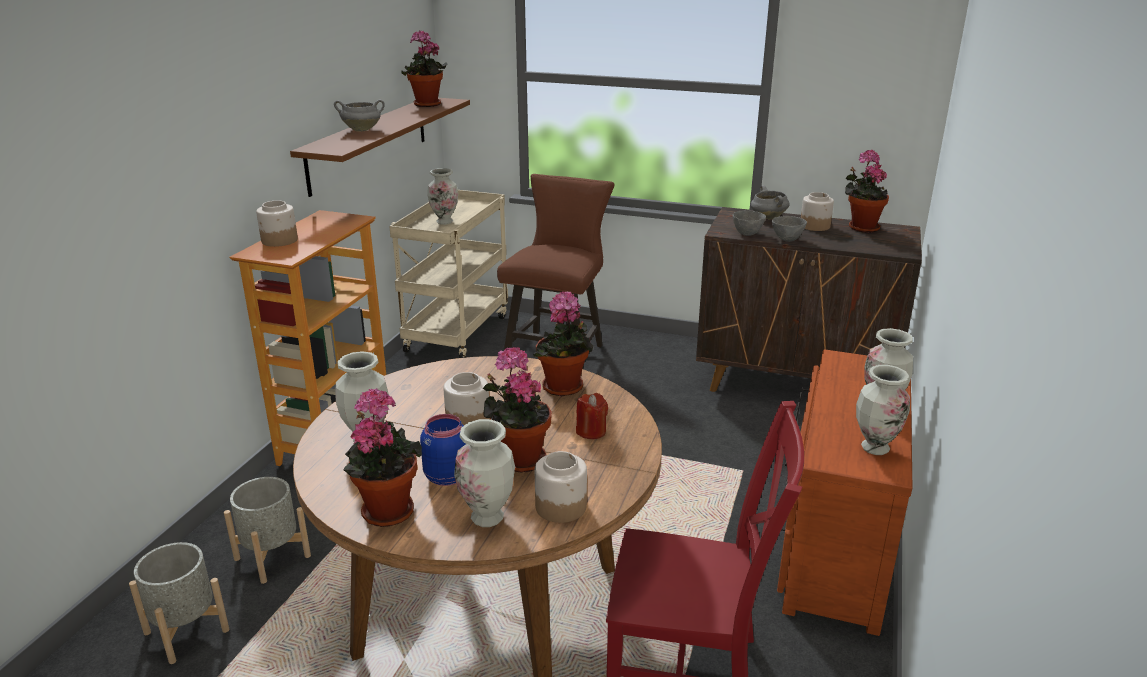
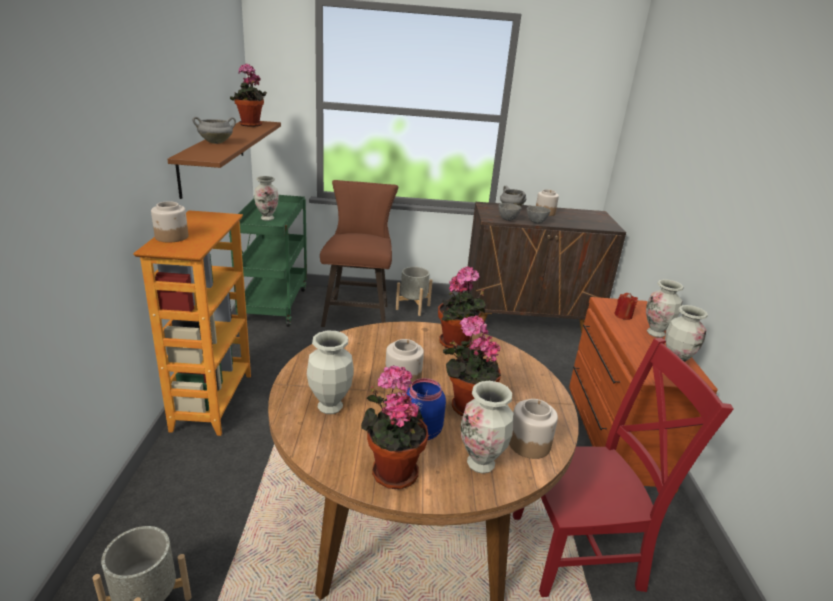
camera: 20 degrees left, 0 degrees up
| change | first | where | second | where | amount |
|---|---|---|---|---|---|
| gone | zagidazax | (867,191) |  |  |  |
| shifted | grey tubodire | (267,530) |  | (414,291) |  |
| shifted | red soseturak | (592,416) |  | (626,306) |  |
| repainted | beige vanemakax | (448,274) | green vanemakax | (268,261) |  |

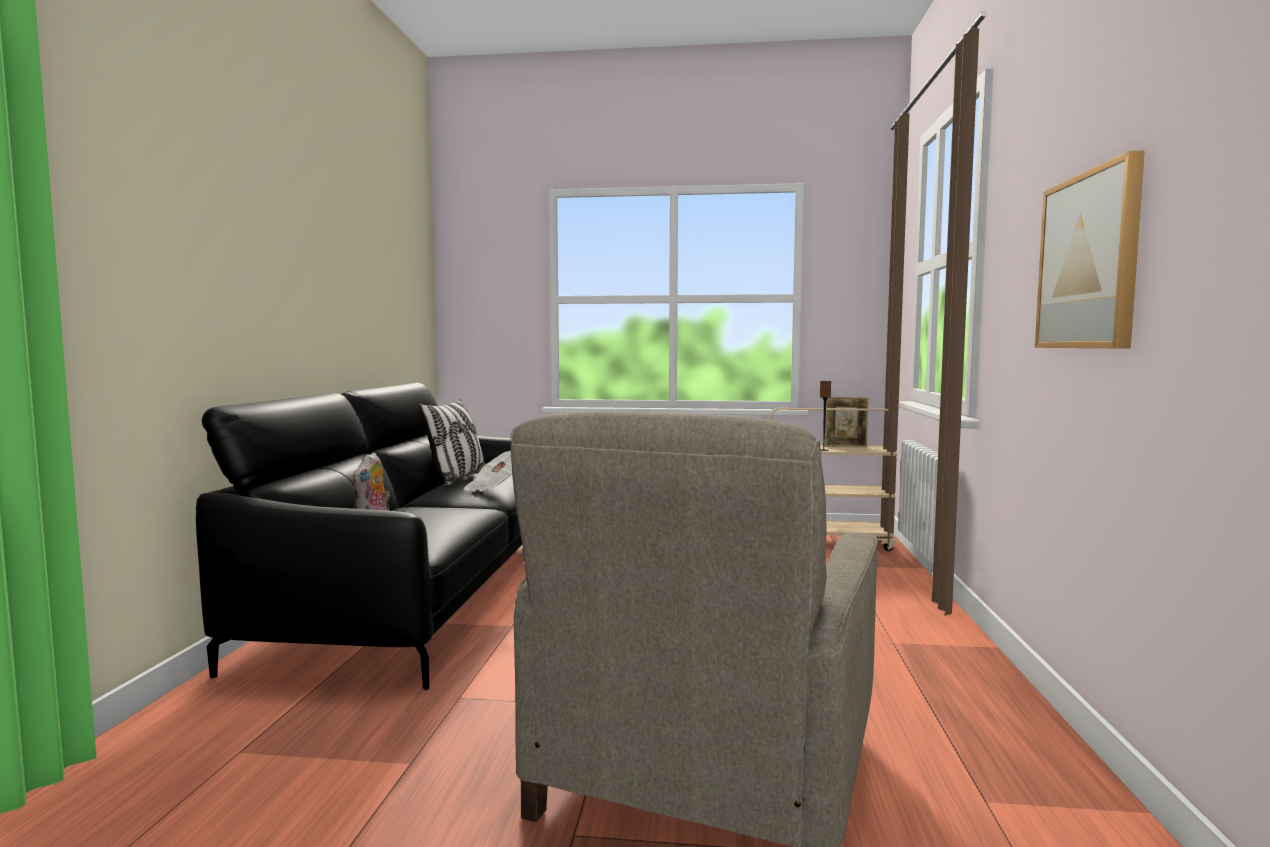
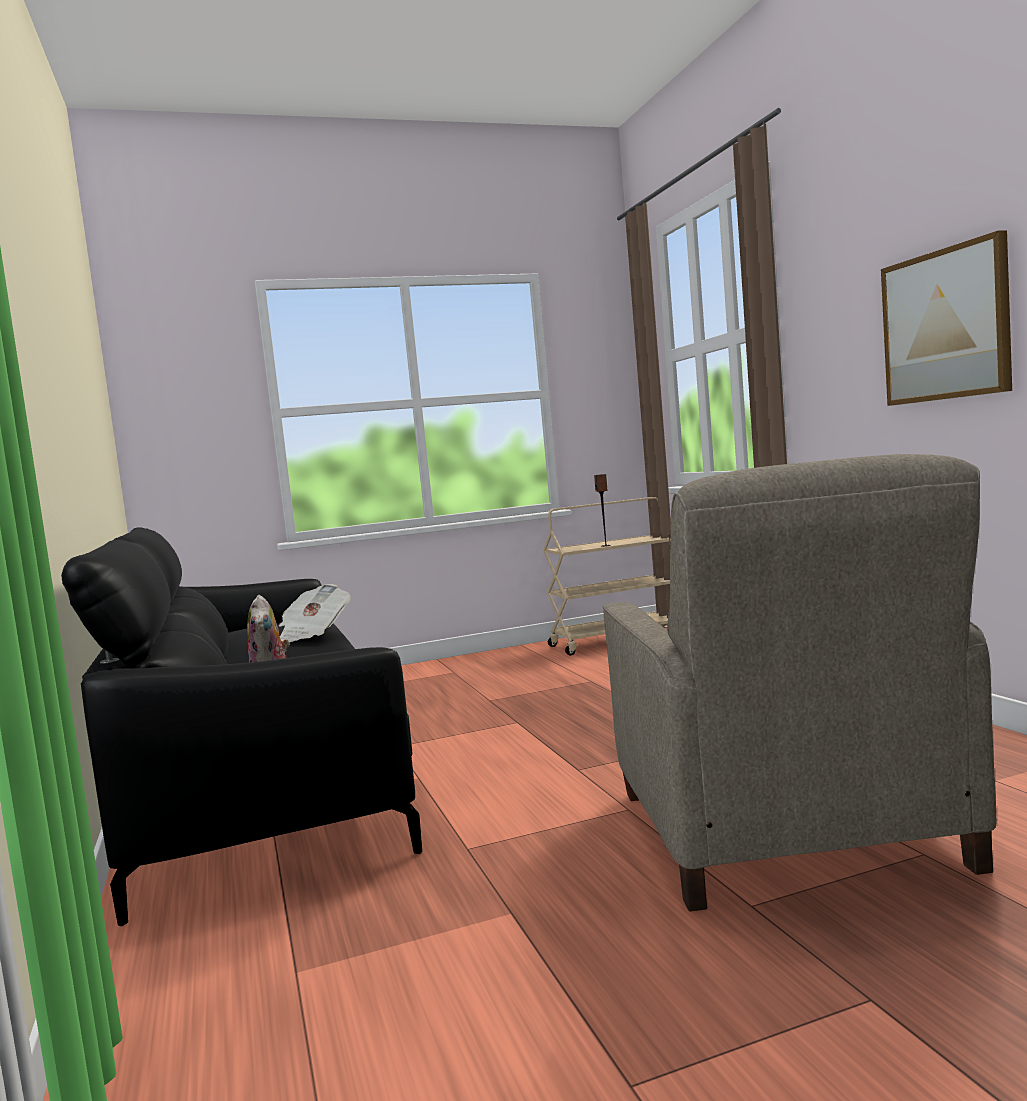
camera: 25 degrees left, 0 degrees up
| change | first | where | second | where | amount |
|---|---|---|---|---|---|
| gone | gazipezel | (452,443) |  |  |  |
| gone | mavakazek | (847,422) |  |  |  |

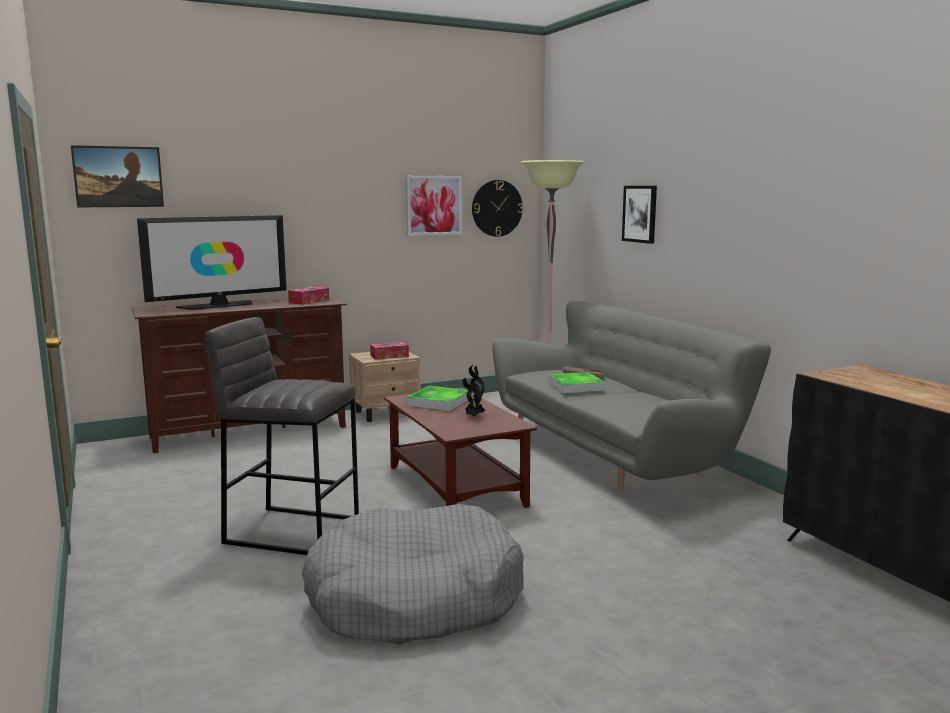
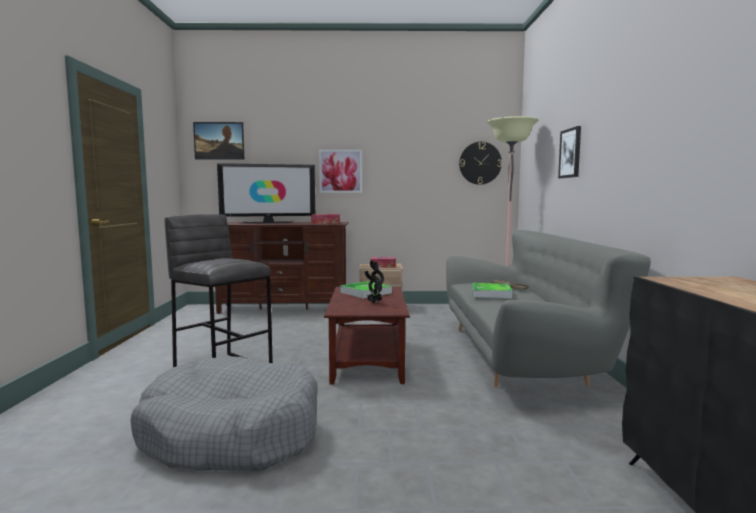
camera: 25 degrees right, 5 degrees down
| change | first | where | second | where | amount |
|---|---|---|---|---|---|
| shifted | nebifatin | (434,206) |  | (340,171) |  |

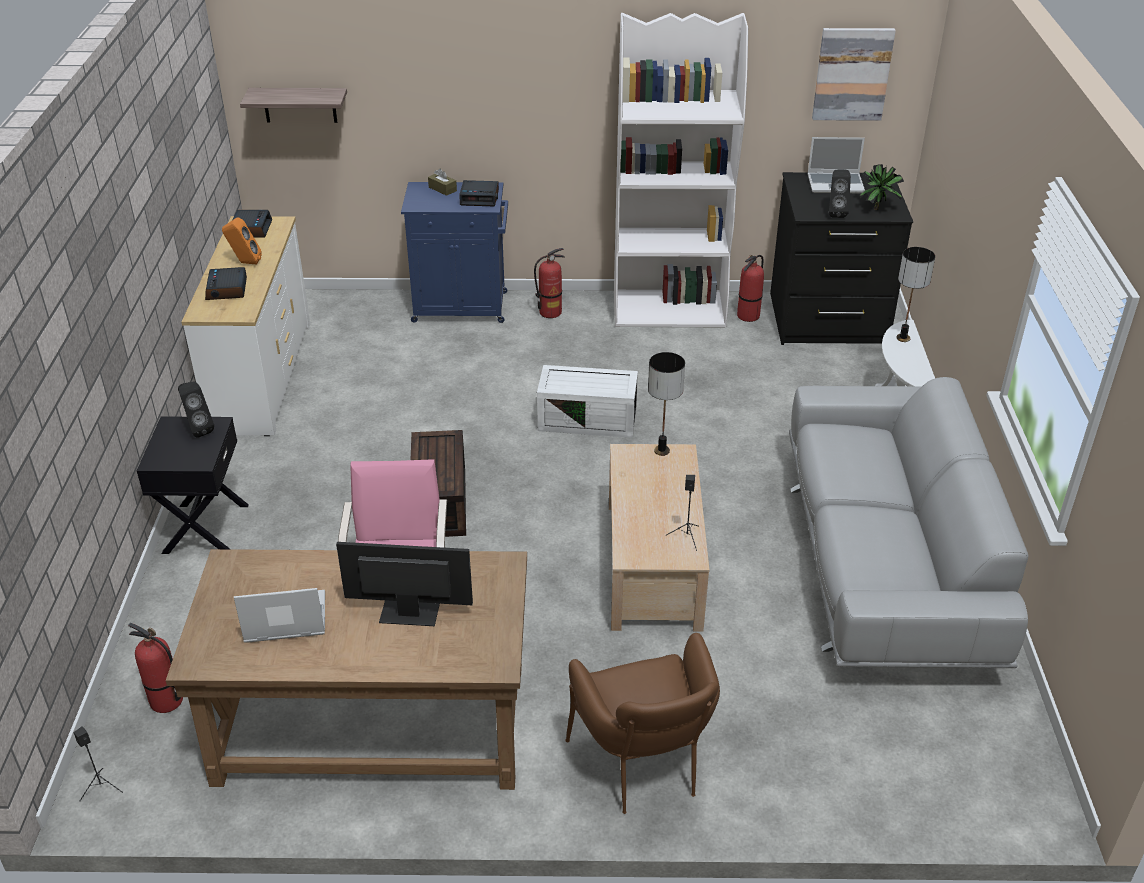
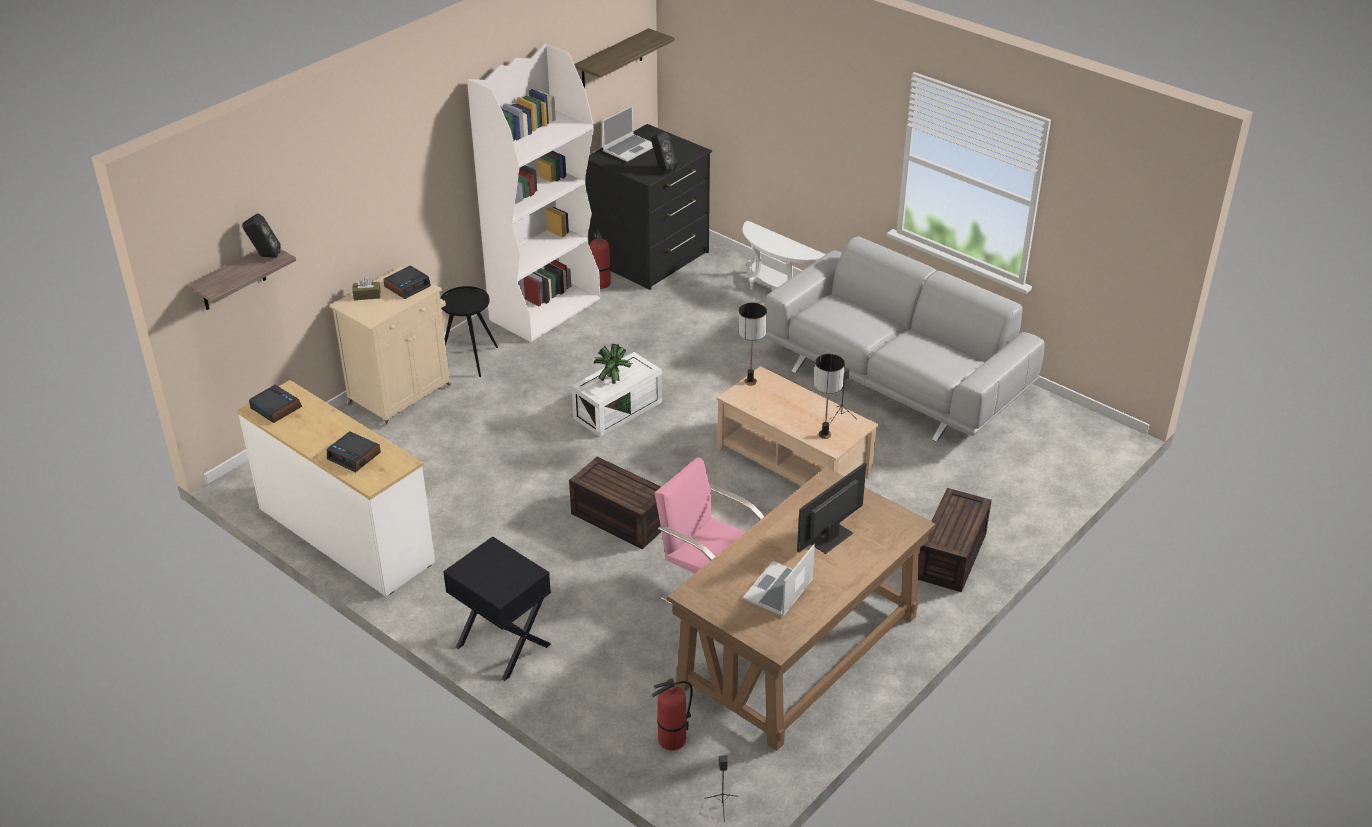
camera: 50 degrees left, 0 degrees up
| change | first | where | second | where | amount |
|---|---|---|---|---|---|
| gone | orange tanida | (242,240) |  |  |  |
| shifted | black tanida | (196,409) |  | (261,236) |  |
| shifted | zagidazax | (881,187) |  | (612,364) |  |
| shifted | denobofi | (915,294) |  | (829,396) |  |
| swapped | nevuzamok | (549,283) | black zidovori | (469,331) |  |
| swapped | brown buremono | (643,723) | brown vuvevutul | (955,540) |  |
| swapped | nebifatin | (854,74) | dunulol | (624,58) |  |
| repainted | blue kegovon | (454,252) | beige kegovon | (390,347) |  |

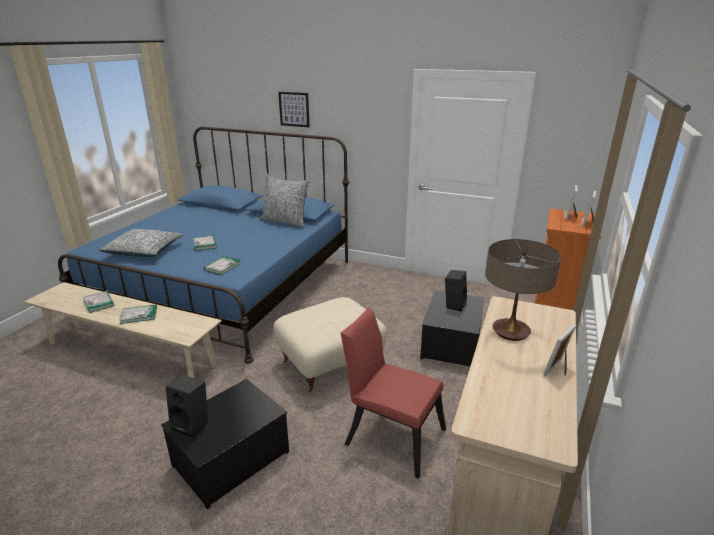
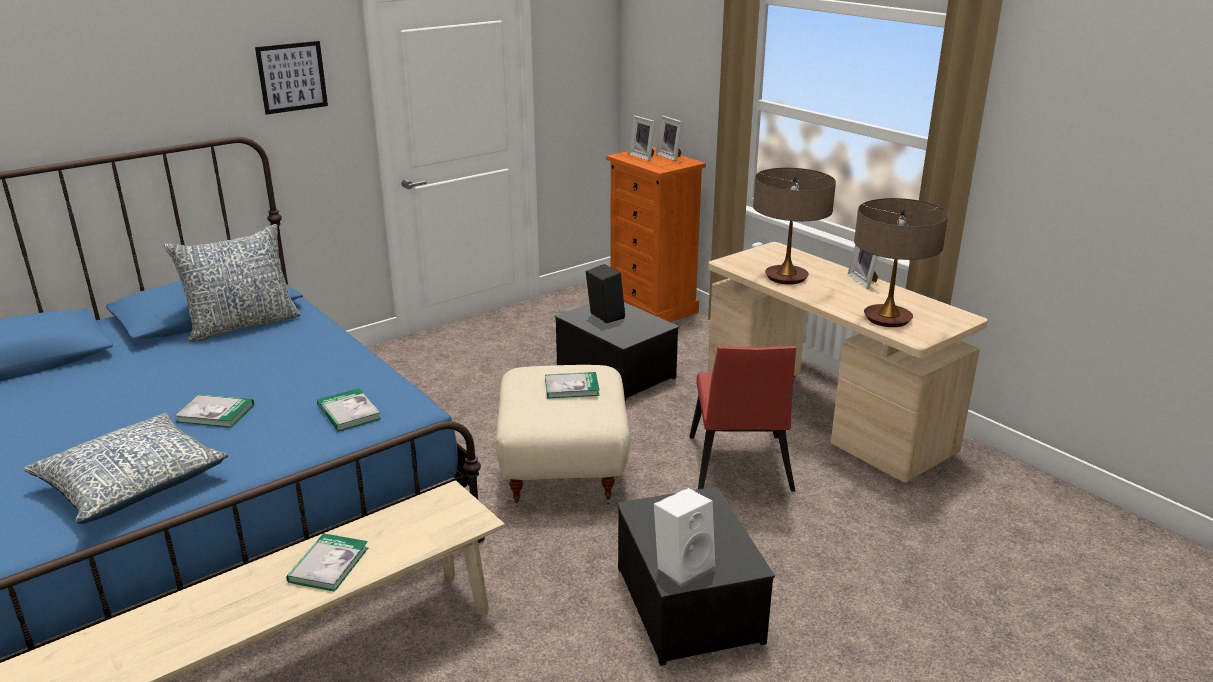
camera: 60 degrees left, 0 degrees up
| change | first | where | second | where | amount |
|---|---|---|---|---|---|
| new |  |  | denobofi | (901,262) |  |
| shifted | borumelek | (98,302) |  | (572,385) |  |
| shifted | nebifatin | (294,109) |  | (291,78) |  |
| repainted | black tanida | (187,406) | white tanida | (684,537) |  |
| rotated | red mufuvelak | (393,393) |  | (743,419) | 60 degrees counterclockwise |

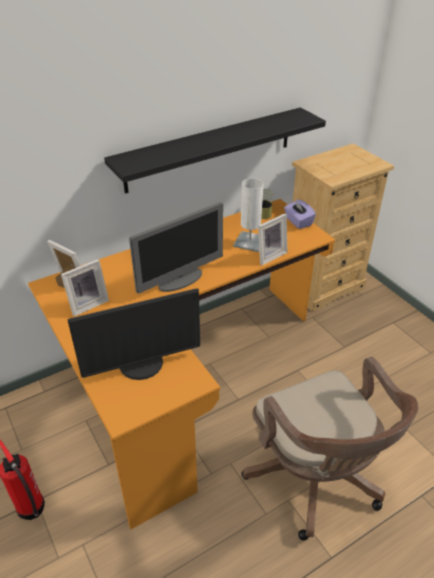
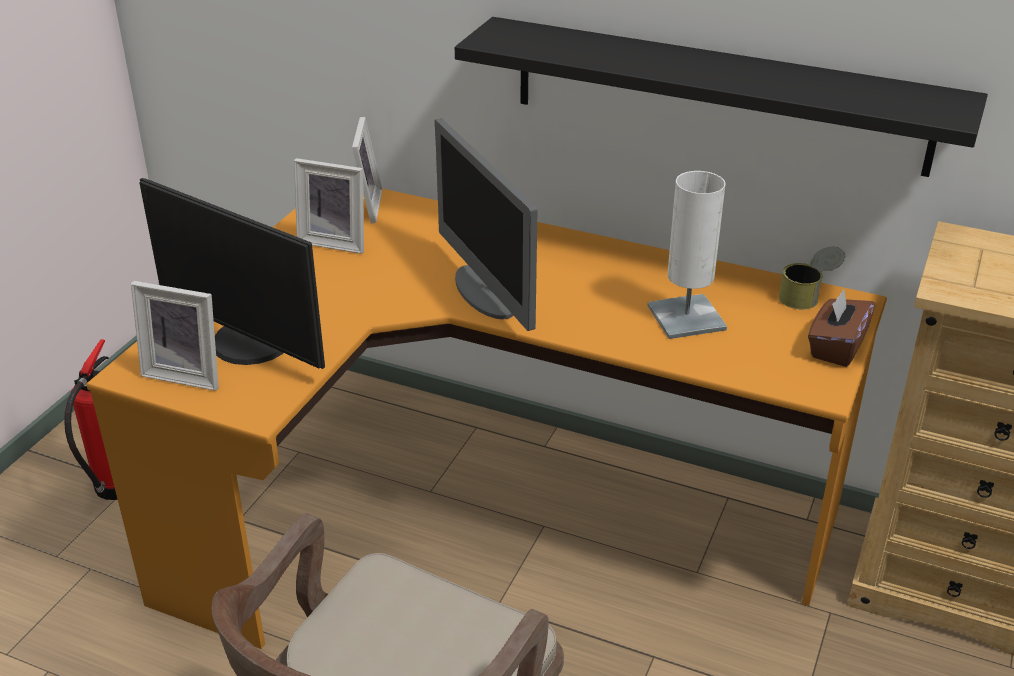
camera: 55 degrees right, 5 degrees down
| change | first | where | second | where | amount |
|---|---|---|---|---|---|
| shifted | mavakazek | (273,239) |  | (175,336) |  |
| repainted | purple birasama | (300,214) | brown birasama | (842,328) |  |
| rotated | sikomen | (176,248) |  | (486,225) | 45 degrees clockwise |

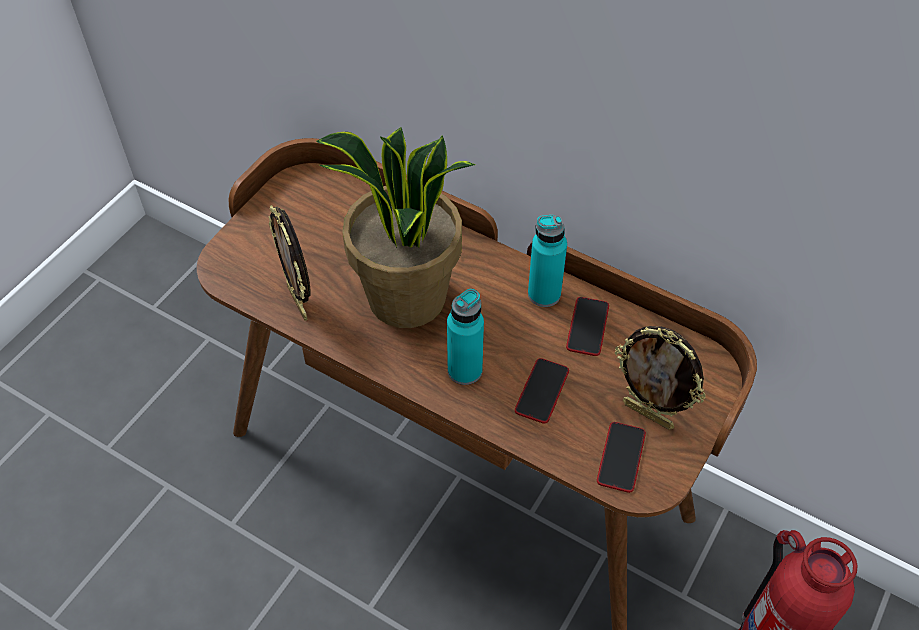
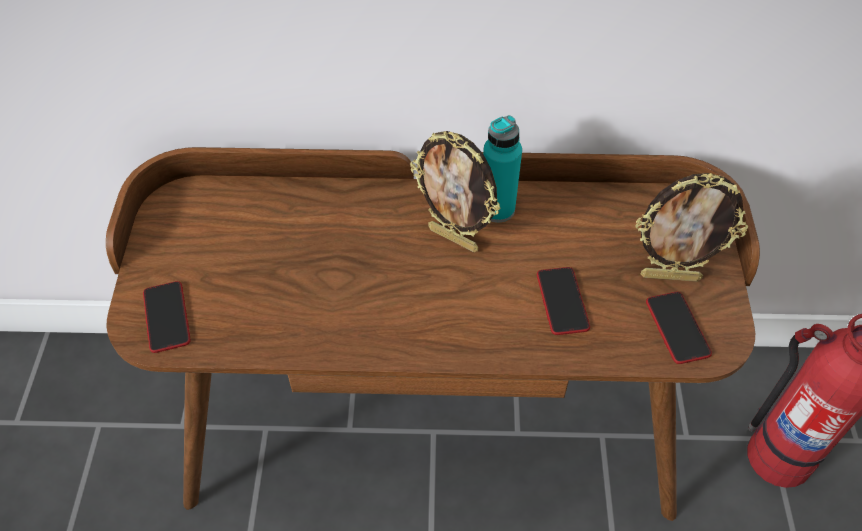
camera: 30 degrees left, 0 degrees up
| change | first | where | second | where | amount |
|---|---|---|---|---|---|
| gone | zagidazax | (395,227) |  |  |  |
| gone | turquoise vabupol | (465,337) |  |  |  |
| shifted | mavakazek | (289,263) |  | (455,191) |  |
| shifted | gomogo | (587,326) |  | (167,317) |  |

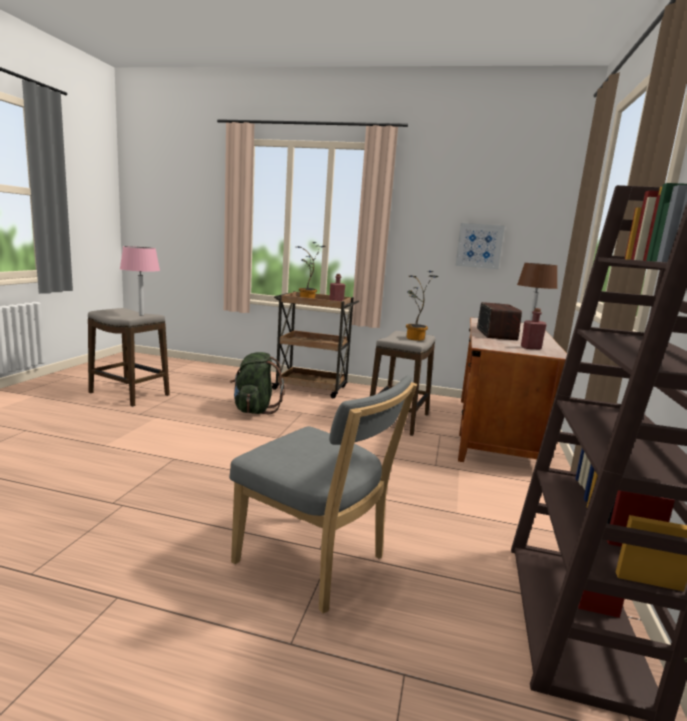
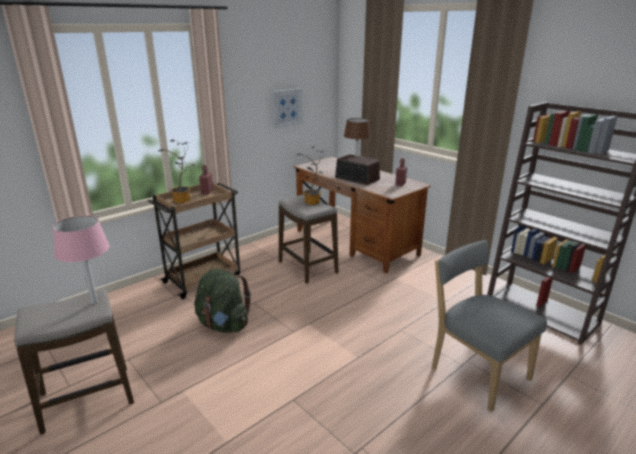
camera: 55 degrees left, 10 degrees up
| change | first | where | second | where | amount |
|---|---|---|---|---|---|
| rotated | grey mufuvelak | (323,494) |  | (489,326) | 105 degrees counterclockwise |

